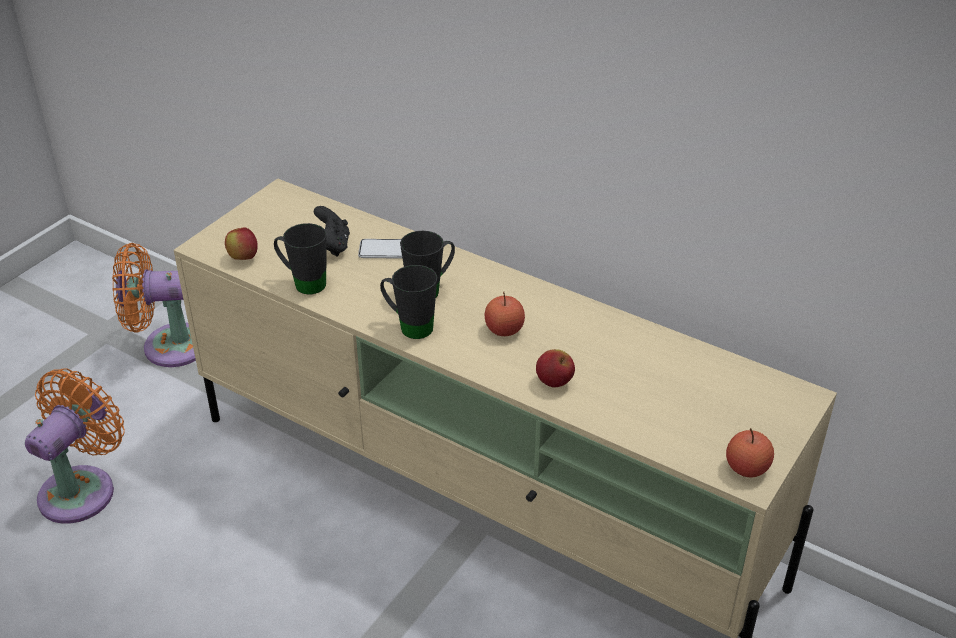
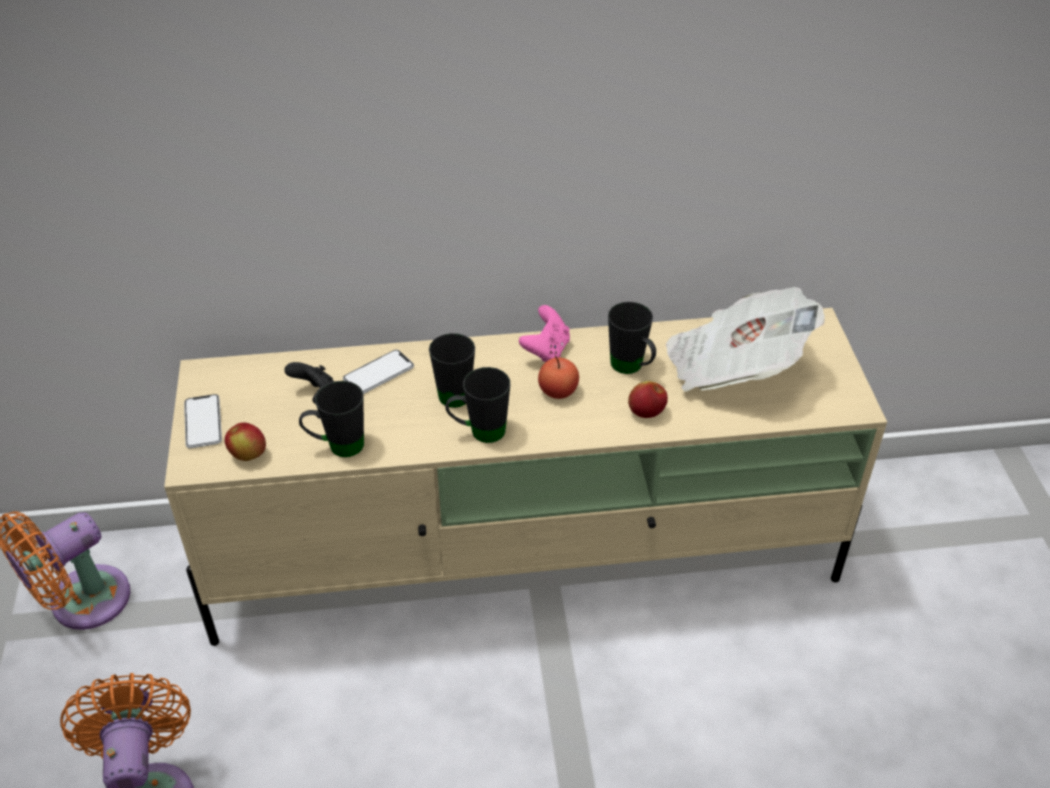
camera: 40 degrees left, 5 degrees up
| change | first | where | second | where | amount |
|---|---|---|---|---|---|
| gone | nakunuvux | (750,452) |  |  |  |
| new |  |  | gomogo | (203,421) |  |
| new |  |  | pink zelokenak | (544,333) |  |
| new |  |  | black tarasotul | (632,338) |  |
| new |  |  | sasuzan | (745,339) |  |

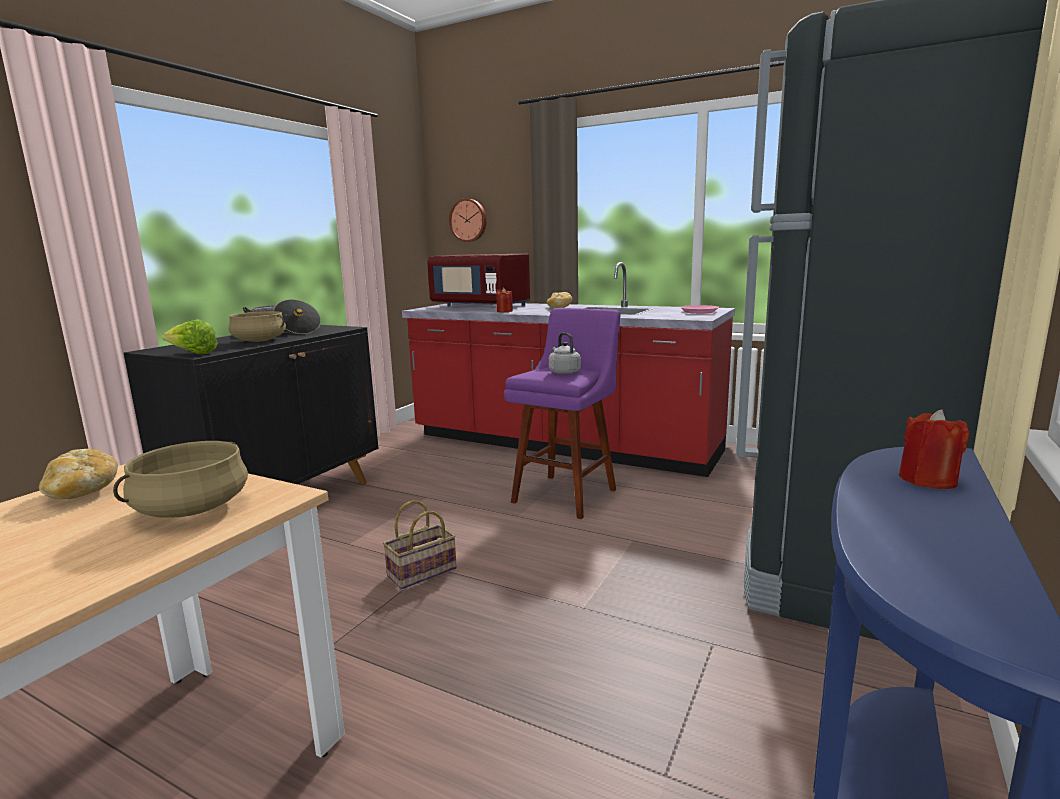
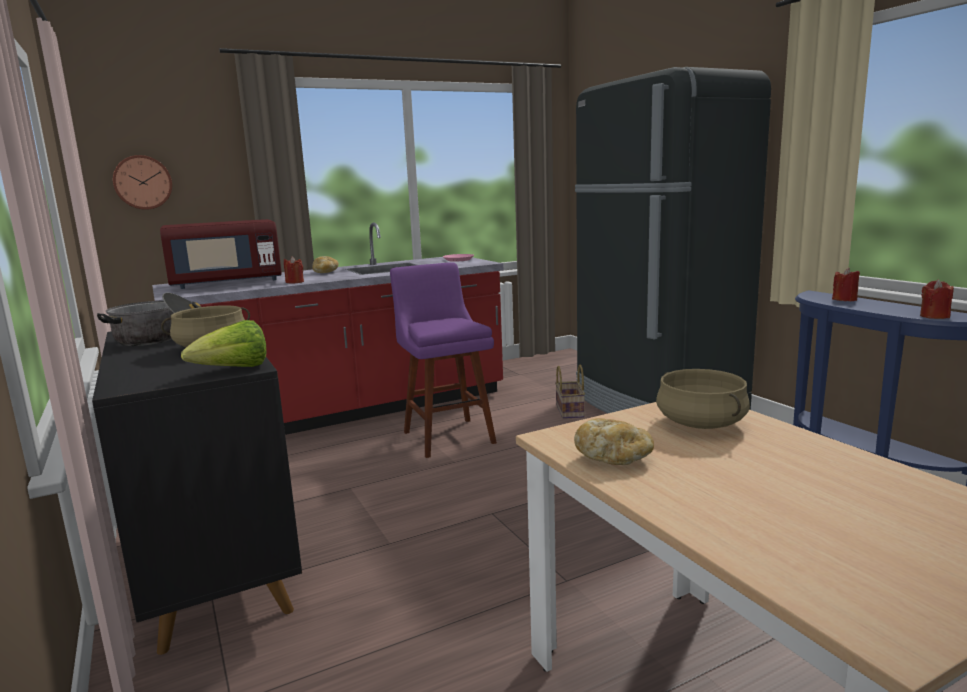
camera: 55 degrees left, 0 degrees up
| change | first | where | second | where | amount |
|---|---|---|---|---|---|
| gone | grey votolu | (565,353) |  |  |  |
| new |  |  | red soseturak | (937,299) |  |
| shifted | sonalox | (420,544) |  | (570,391) |  |

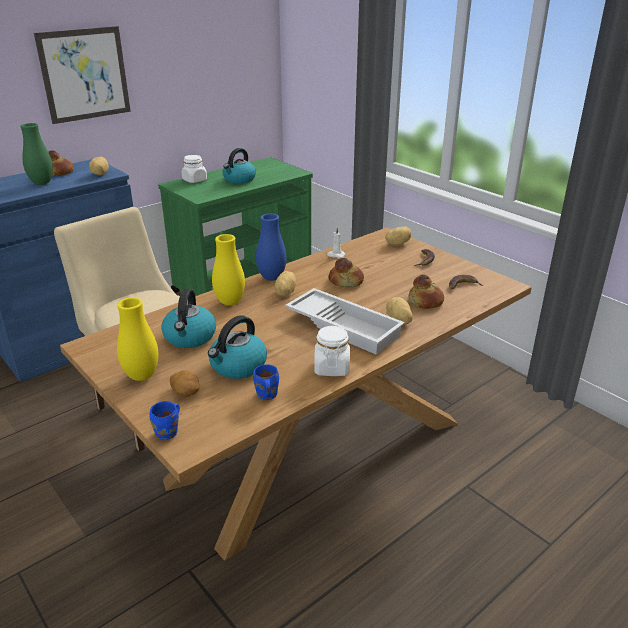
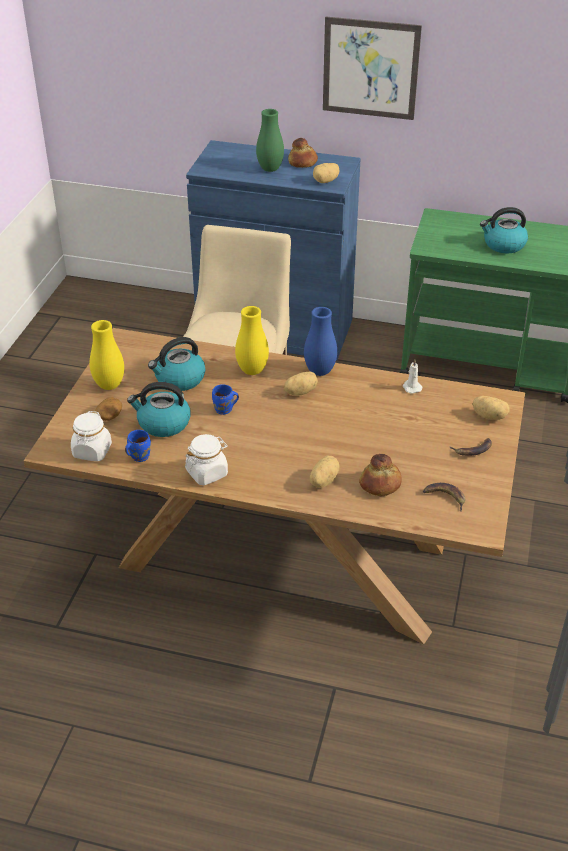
camera: 55 degrees right, 10 degrees up
| change | first | where | second | where | amount |
|---|---|---|---|---|---|
| gone | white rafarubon | (345,321) |  |  |  |
| gone | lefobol | (346,272) |  |  |  |
| shifted | blue tarasotul | (165,420) |  | (225,399) |  |
| shifted | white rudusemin | (194,169) |  | (91,436) |  |

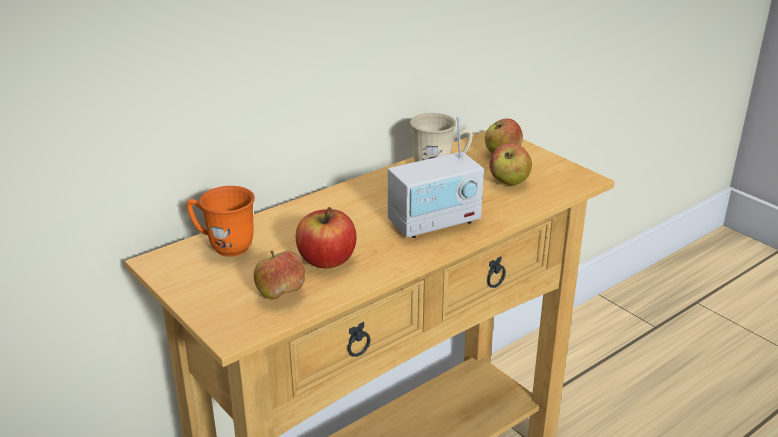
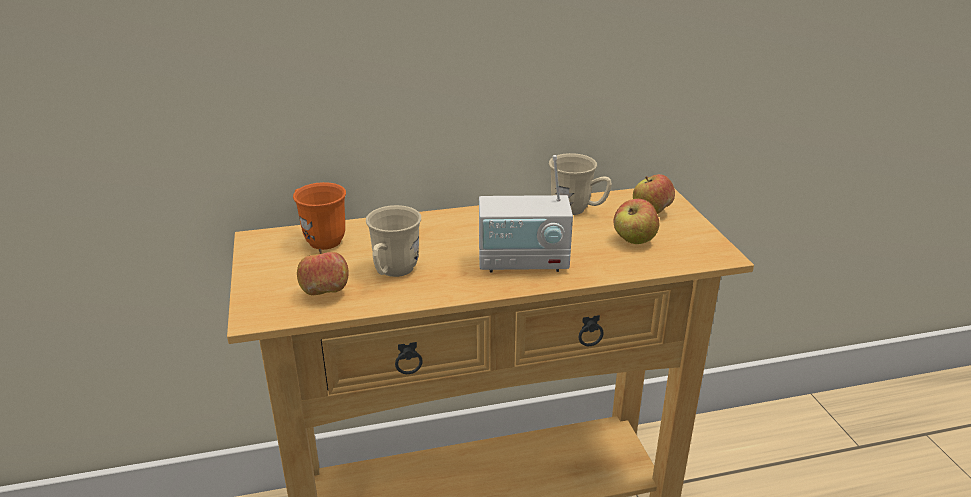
camera: 25 degrees right, 0 degrees up
| change | first | where | second | where | amount |
|---|---|---|---|---|---|
| swapped | nakunuvux | (326,238) | beige tarasotul | (393,241) |  |

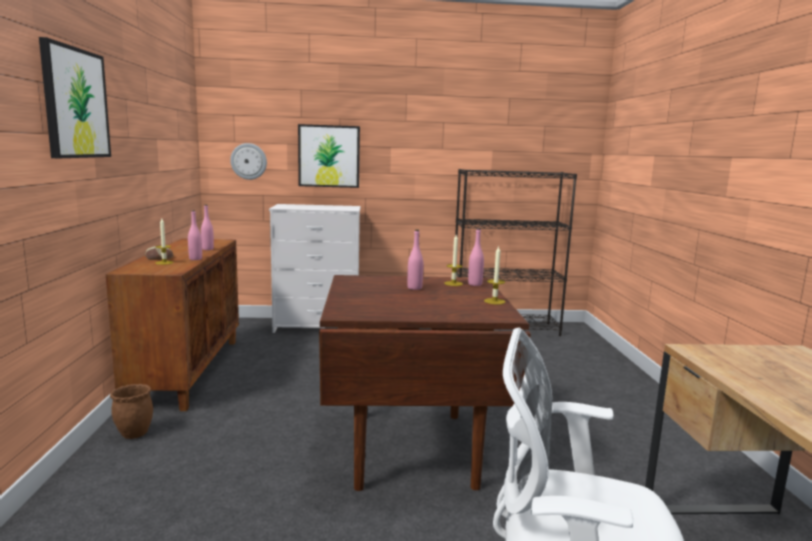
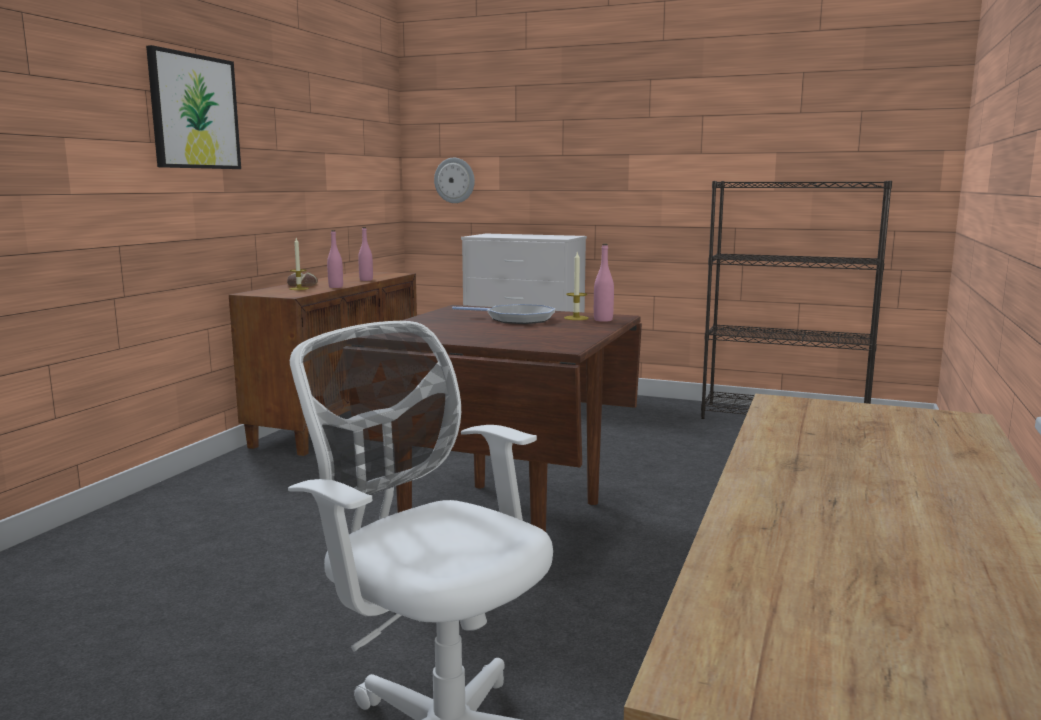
camera: 25 degrees right, 0 degrees up
| change | first | where | second | where | amount |
|---|---|---|---|---|---|
| gone | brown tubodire | (131,411) |  |  |  |
| gone | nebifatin | (329,156) |  |  |  |
| gone | soseturak | (494,274) |  |  |  |
| swapped | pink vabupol | (415,260) | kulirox | (503,314) |  |

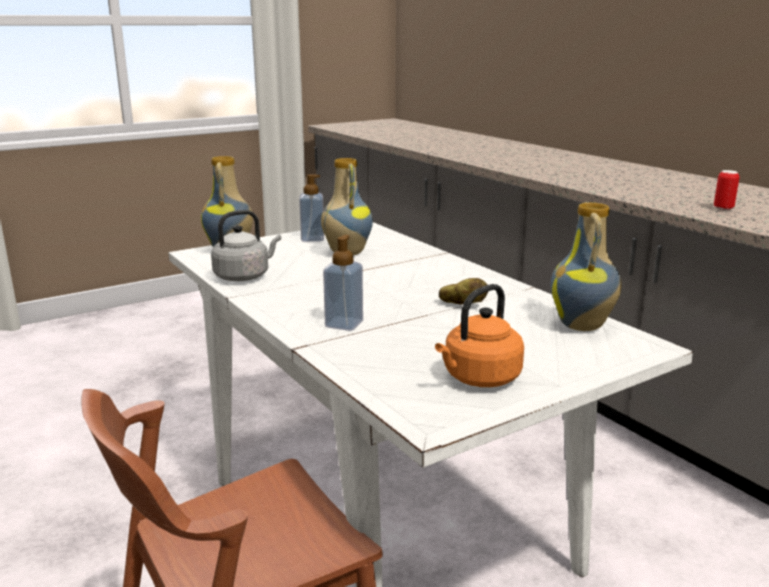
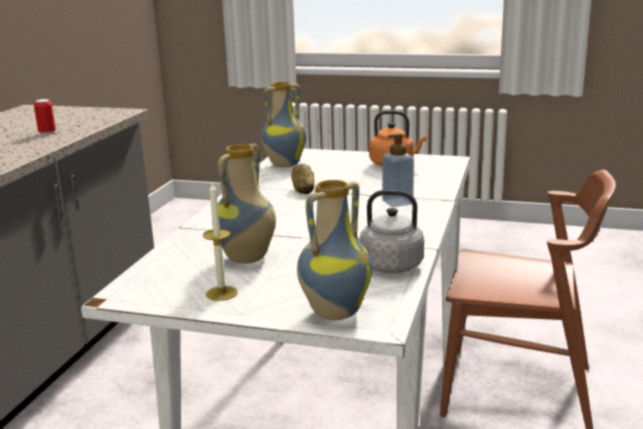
camera: 130 degrees left, 0 degrees up
| change | first | where | second | where | amount |
|---|---|---|---|---|---|
| swapped | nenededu | (311,208) | soseturak | (220,241) |  |

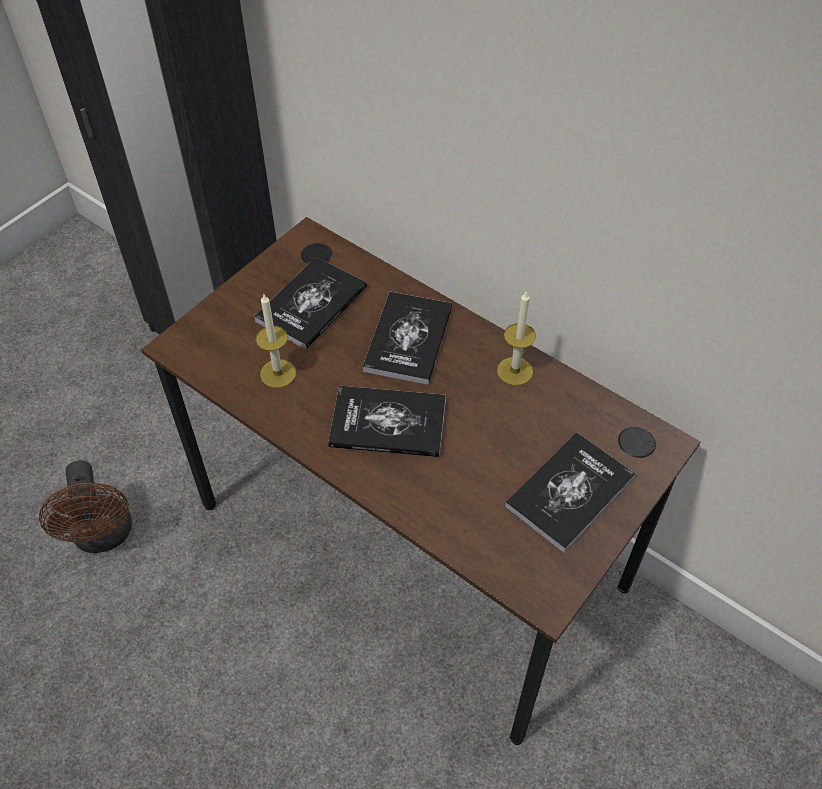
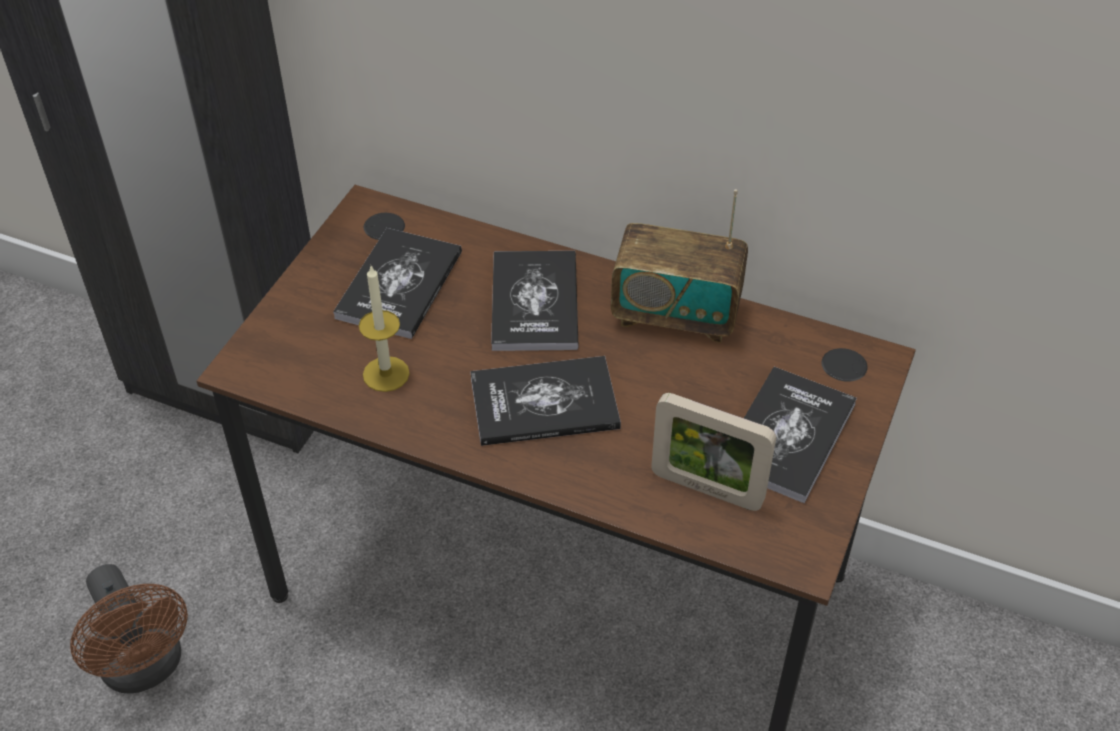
camera: 15 degrees left, 5 degrees down
| change | first | where | second | where | amount |
|---|---|---|---|---|---|
| new |  |  | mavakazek | (713,452) |  |
| swapped | soseturak | (516,339) | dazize | (679,266) |  |

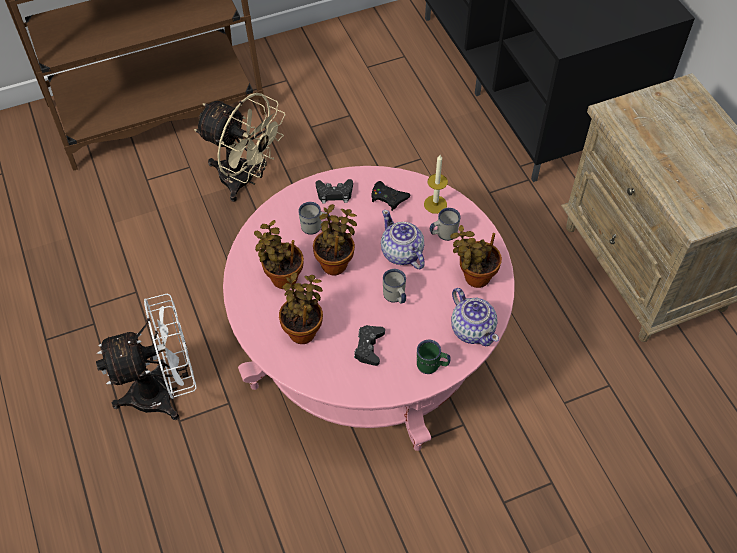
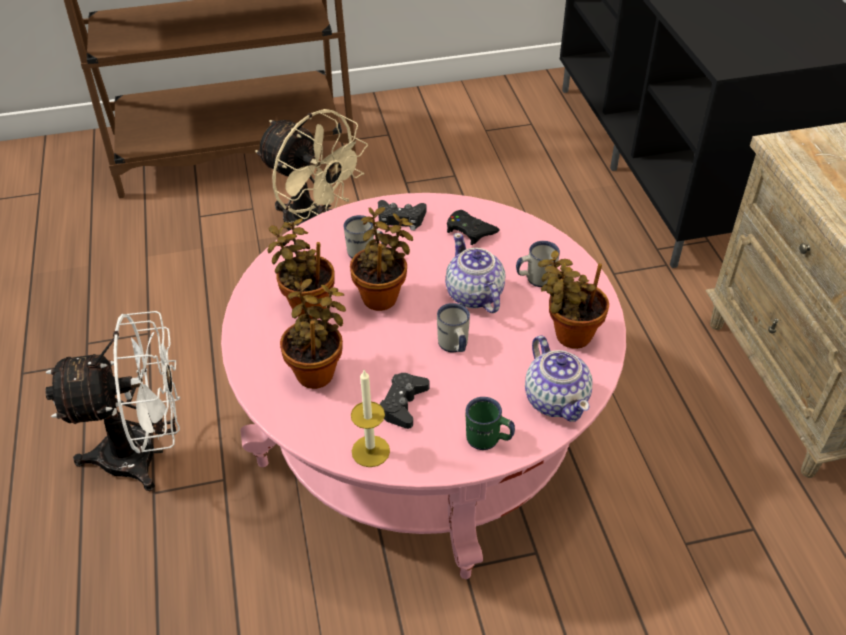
camera: 10 degrees right, 10 degrees down
| change | first | where | second | where | amount |
|---|---|---|---|---|---|
| shifted | soseturak | (436,184) |  | (370,418) |  |

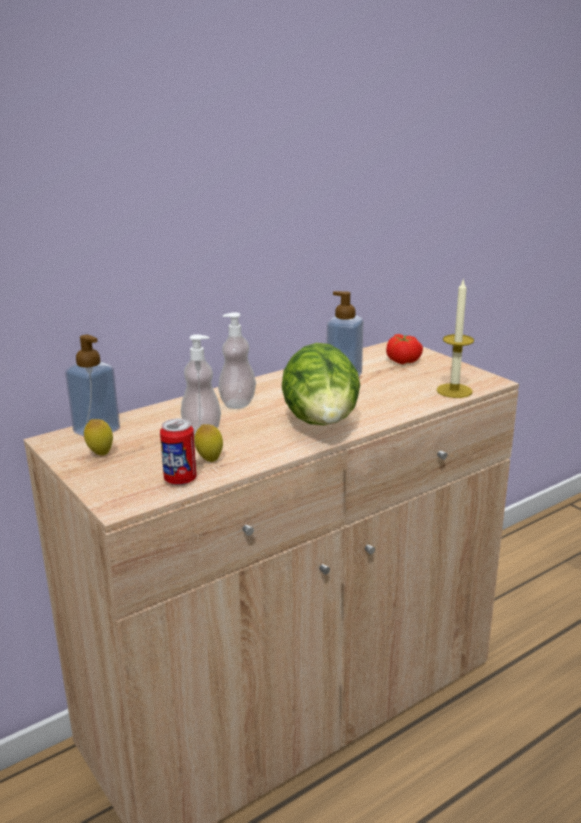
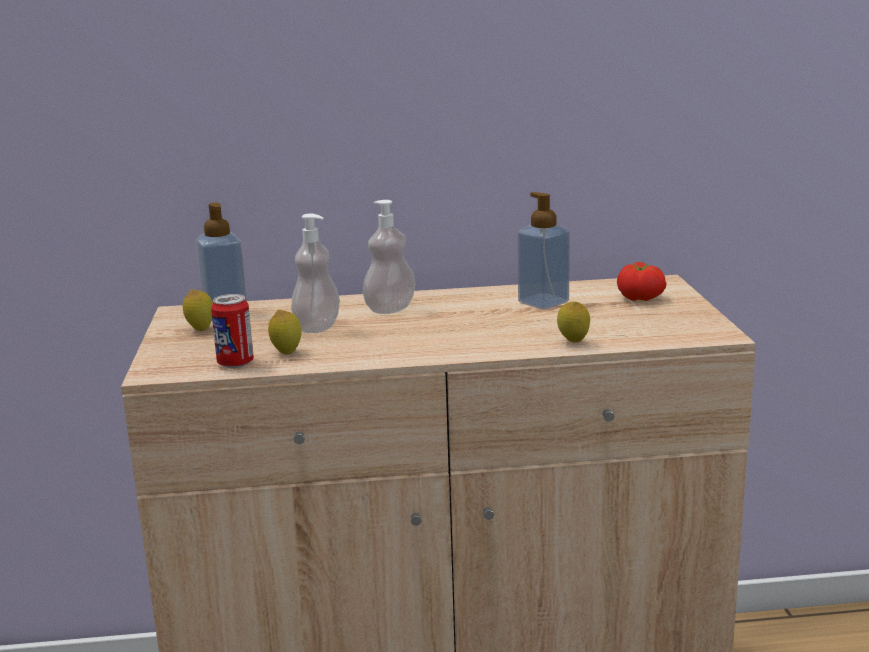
camera: 30 degrees right, 5 degrees down
| change | first | where | second | where | amount |
|---|---|---|---|---|---|
| gone | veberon | (321,384) |  |  |  |
| gone | soseturak | (455,338) |  |  |  |
| new |  |  | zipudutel | (573,322) |  |

